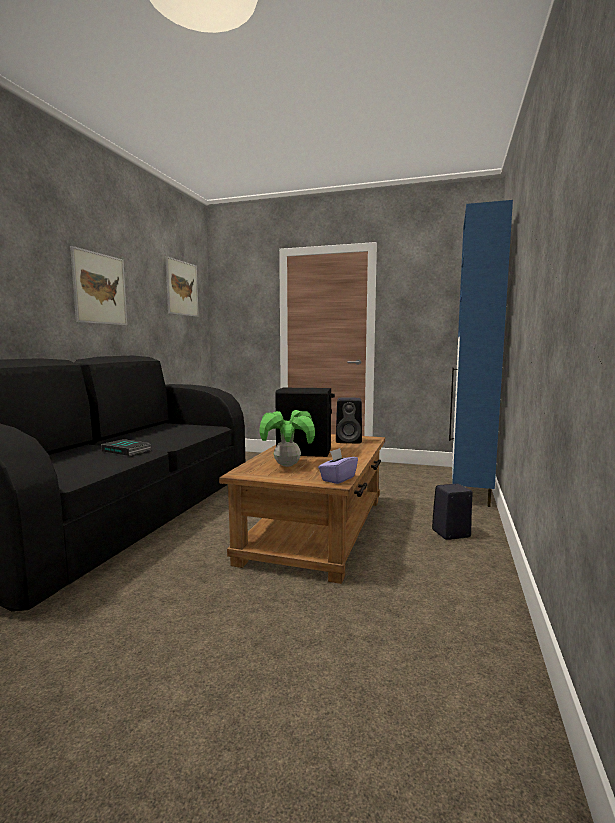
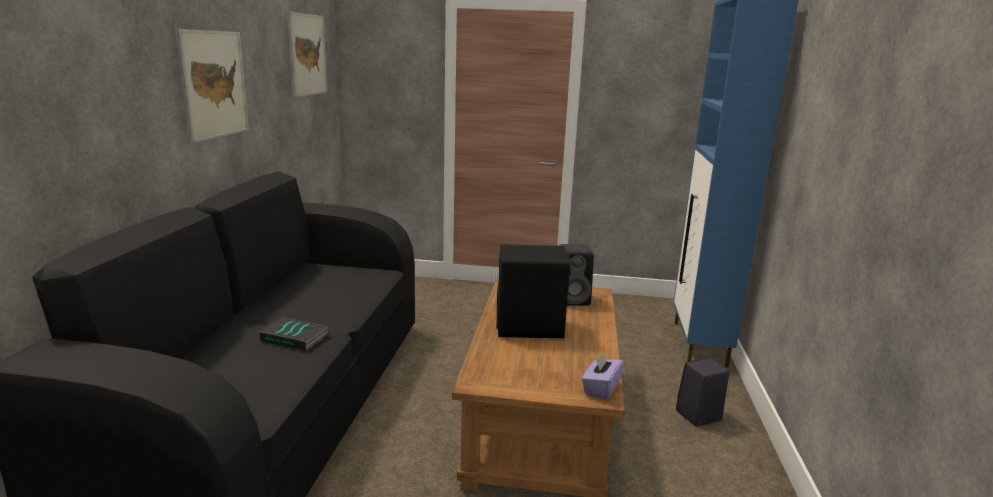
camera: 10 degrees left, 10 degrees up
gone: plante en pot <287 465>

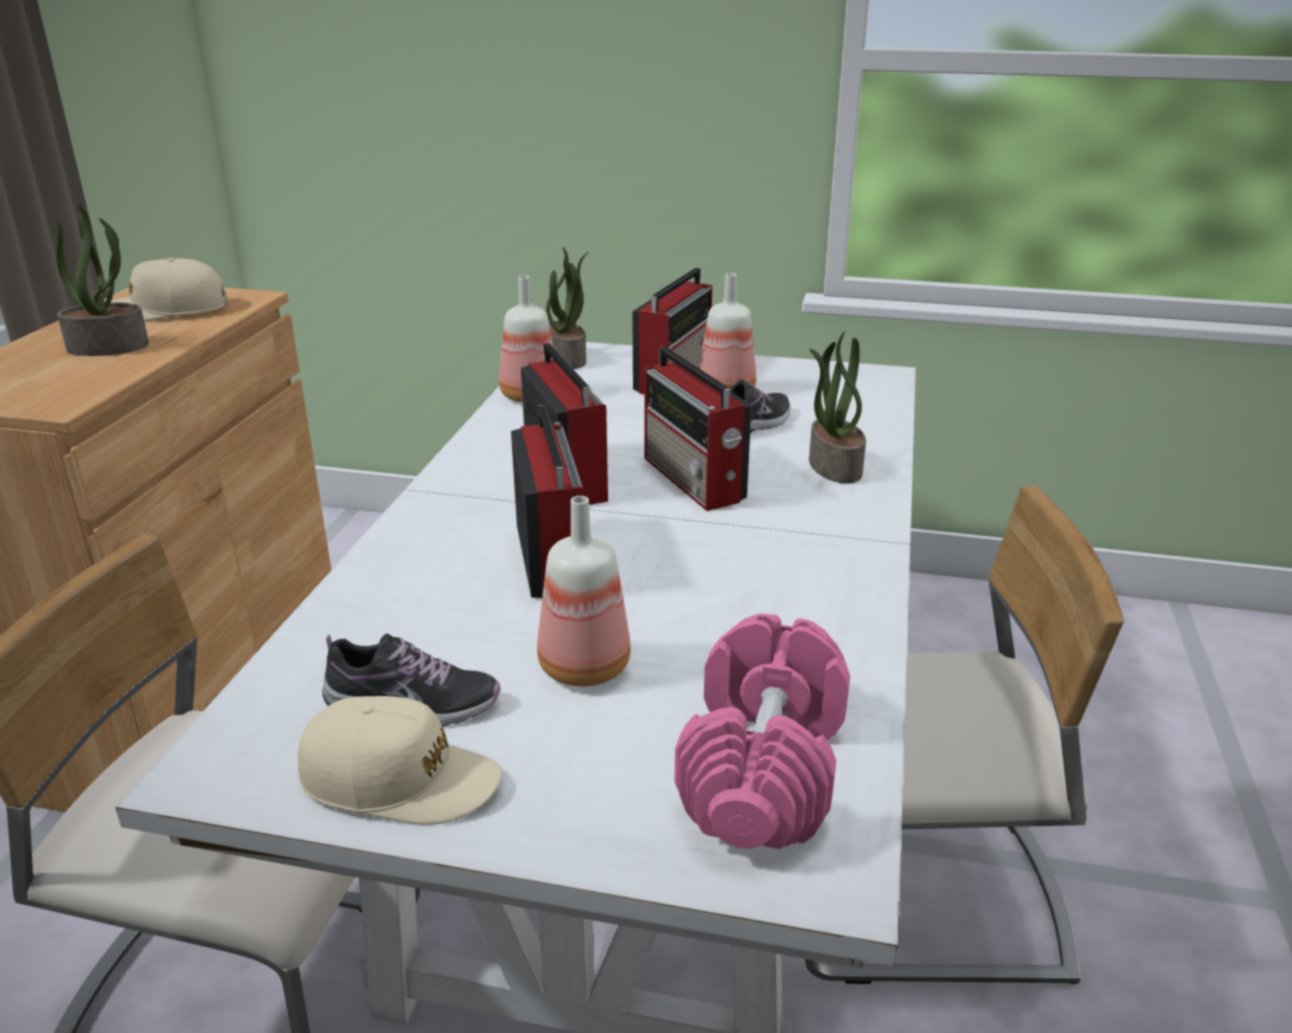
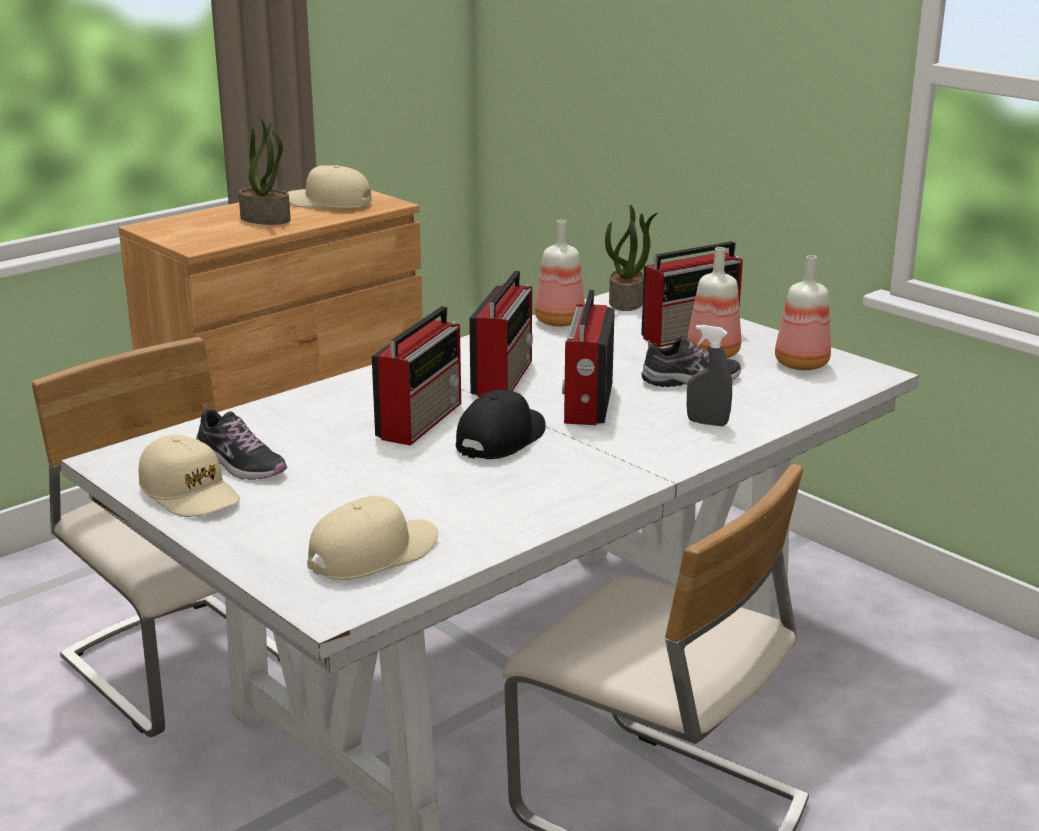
camera: 35 degrees right, 5 degrees down
new: casquette (noir) <501 438>
shifted: bouteille <585 669> to <801 365>
swapped: haltère (rose) <762 767> to casquette (beige) <373 554>; plante en pot <833 466> to vaporisateur (gris) <707 423>

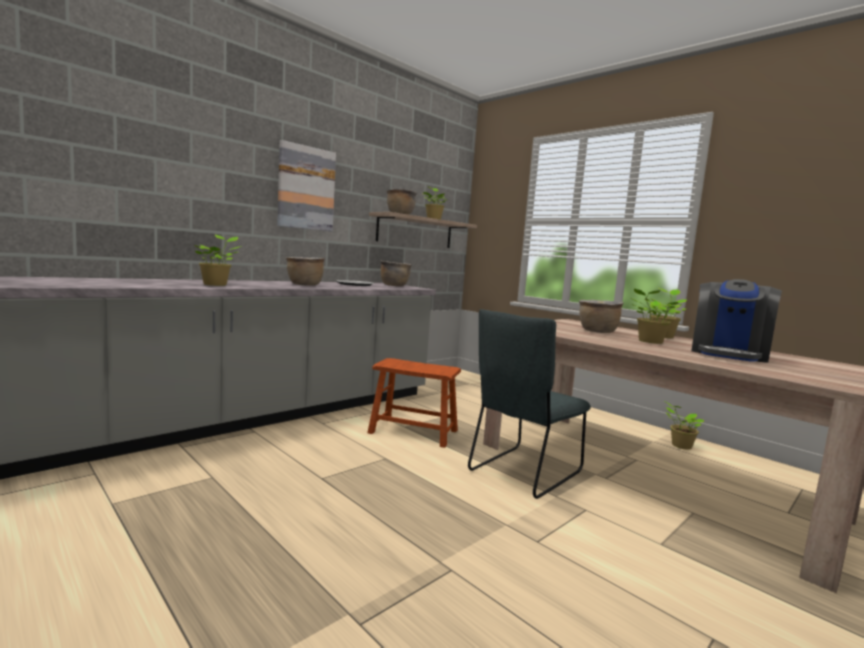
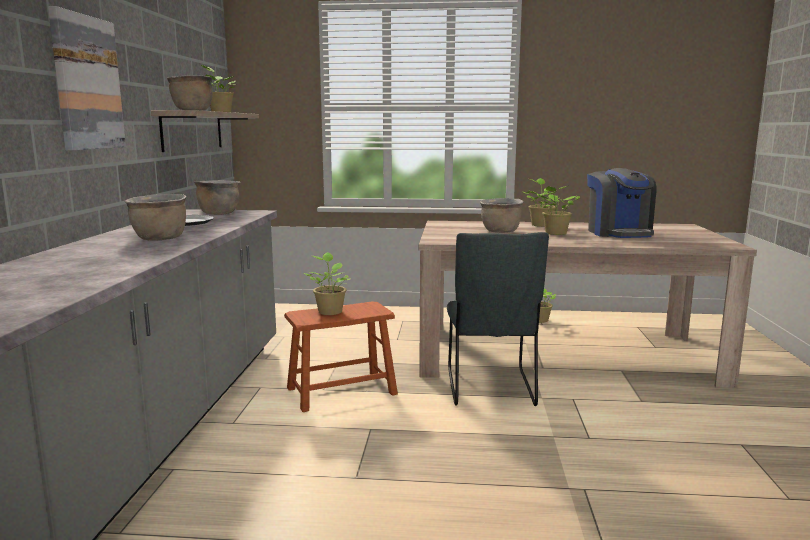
camera: 40 degrees left, 5 degrees up
shifted: plante en pot <216 284> to <330 311>

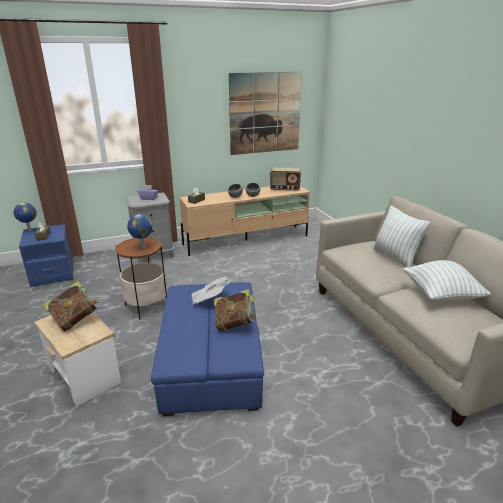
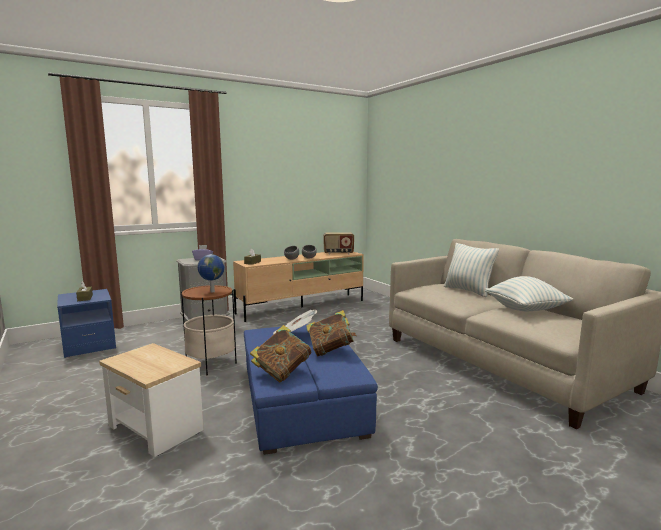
camera: 10 degrees left, 15 degrees down
gone: globe <29 230>; tableau <265 113>
shifted: livre <75 320> to <282 372>

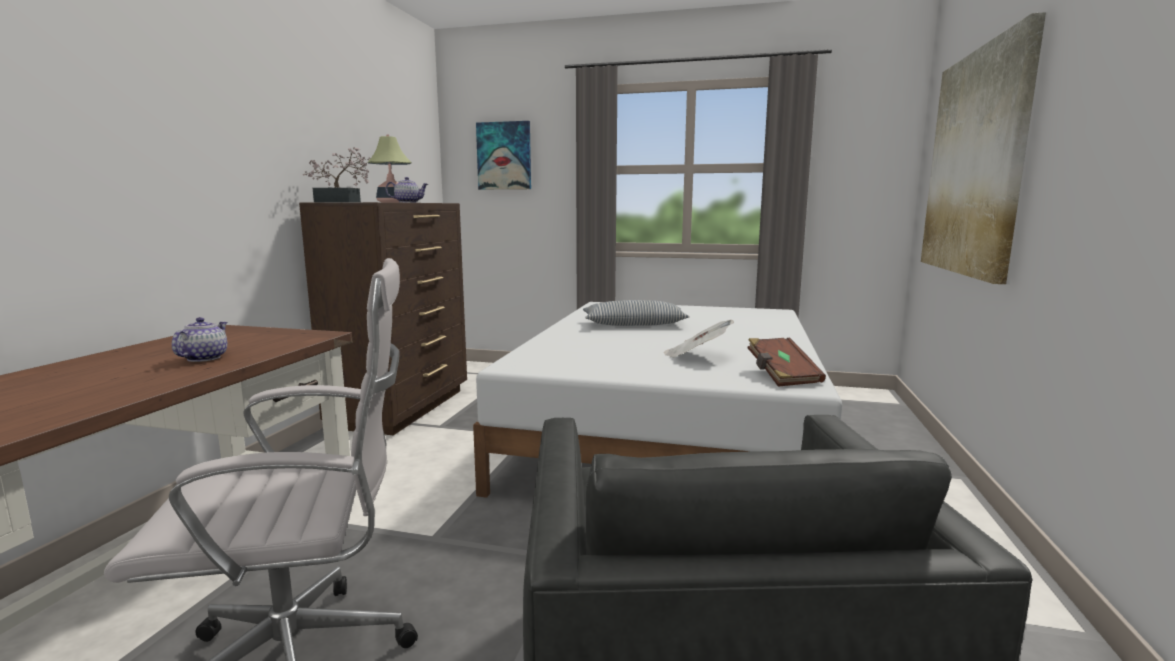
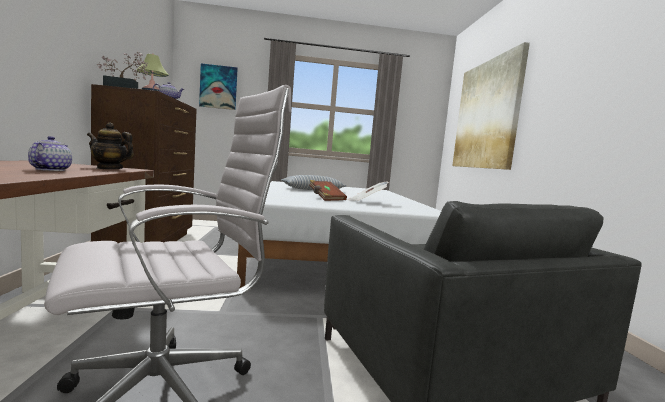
camera: 20 degrees left, 5 degrees down
new: théière <109 168>
shifted: livre (marron) <782 376> to <326 198>

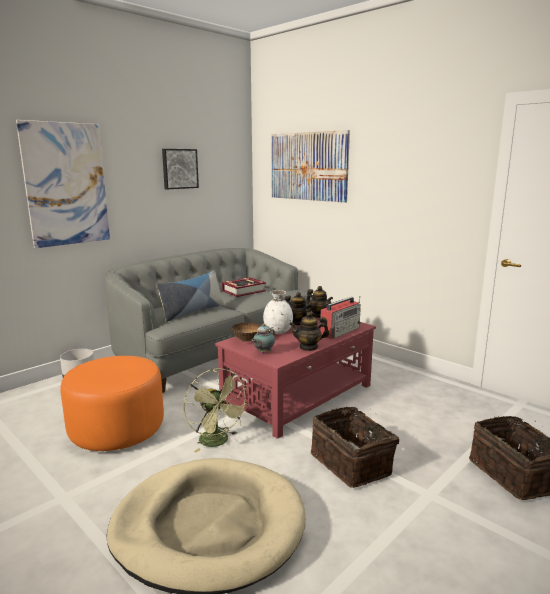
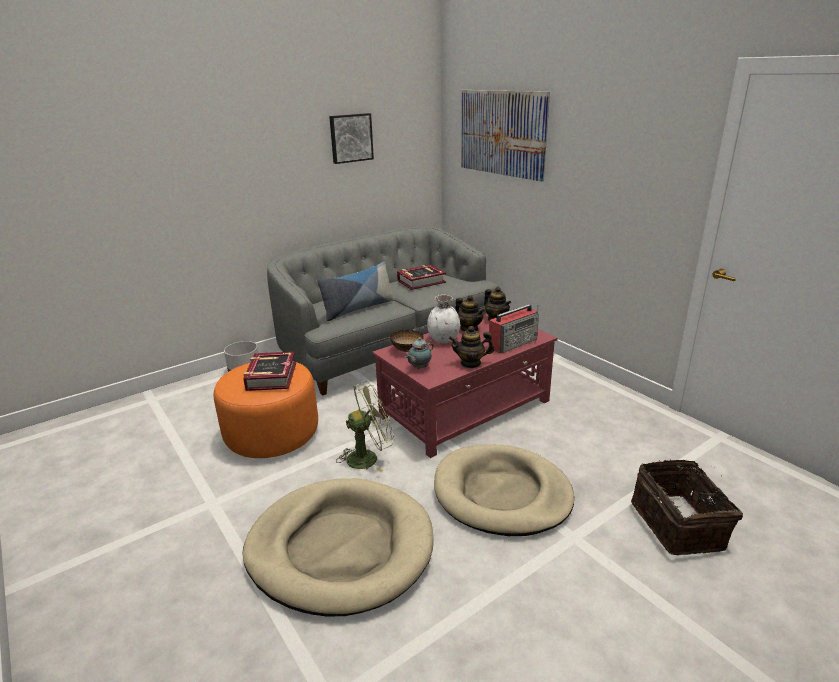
camera: 10 degrees right, 10 degrees up
gone: tableau <66 184>
new: livre <271 376>
swapped: panier <352 463> to panier pour chien (beige) <501 494>
rotated: ventilateur (vert) <218 442> = <368 457> 90 degrees counterclockwise

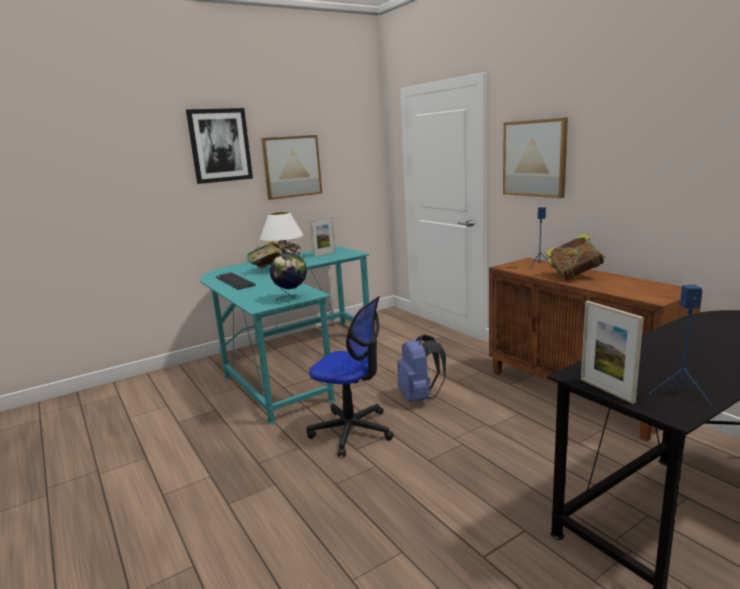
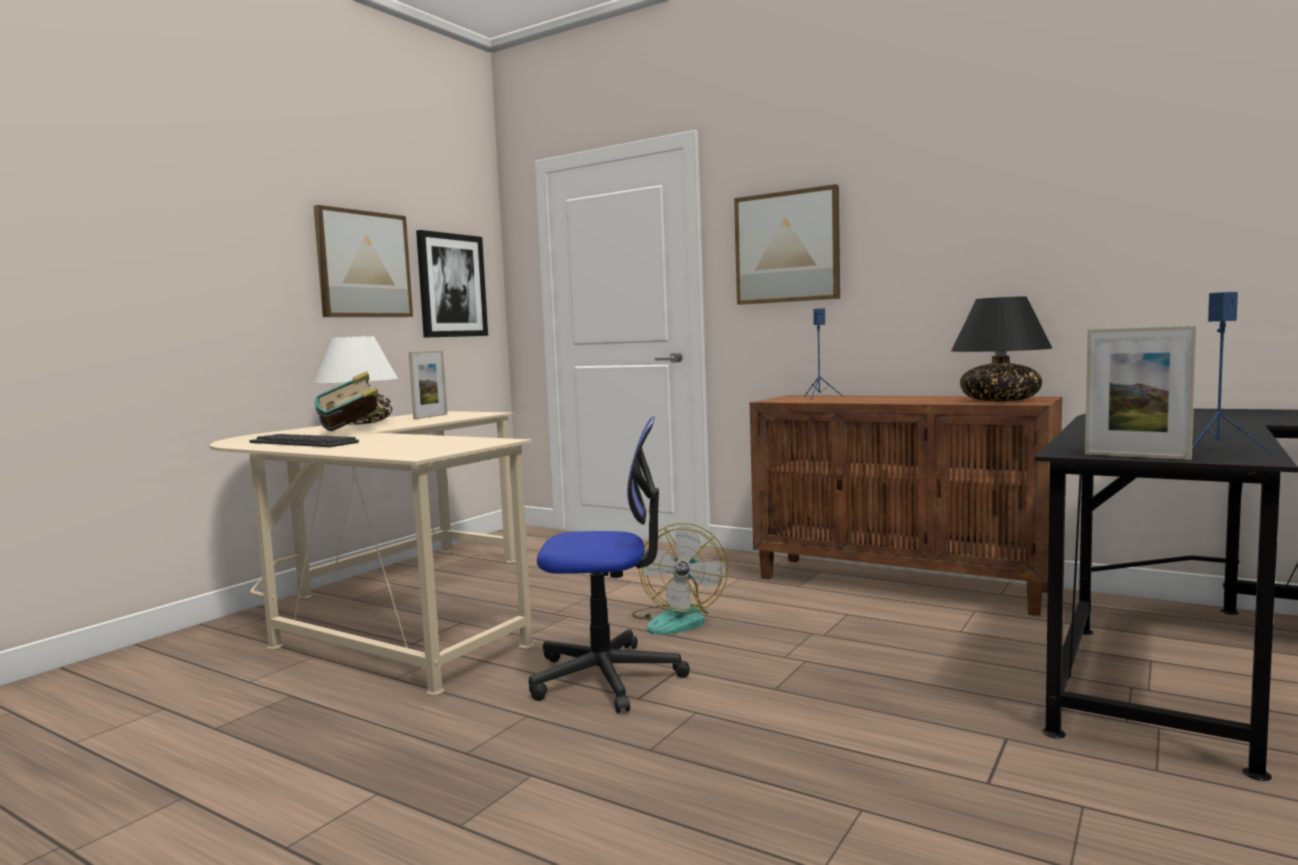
camera: 25 degrees left, 10 degrees down
gone: globe <291 298>; livre <574 276>
new: lampe de table (noir) <1000 400>
shifted: tableau <220 145> to <451 285>
swapped: sac à dos (bleu) <420 397> to ventilateur <678 619>
repainted: bureau (turquoise) <289 362> to bureau (beige) <390 610>

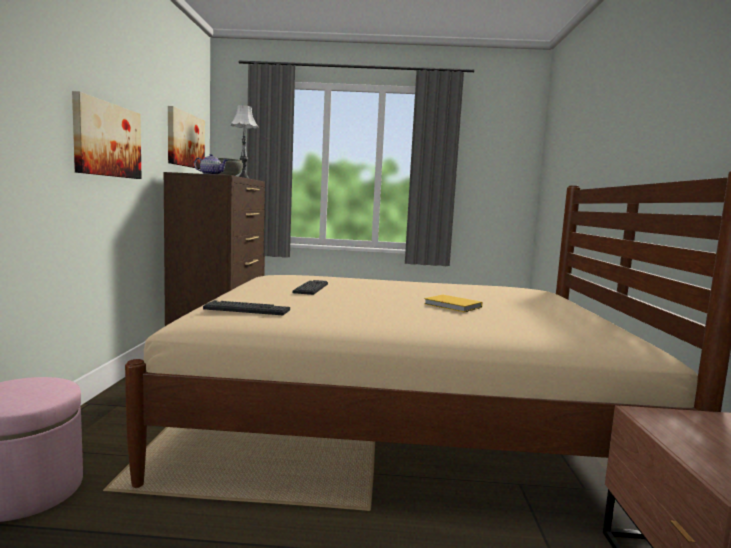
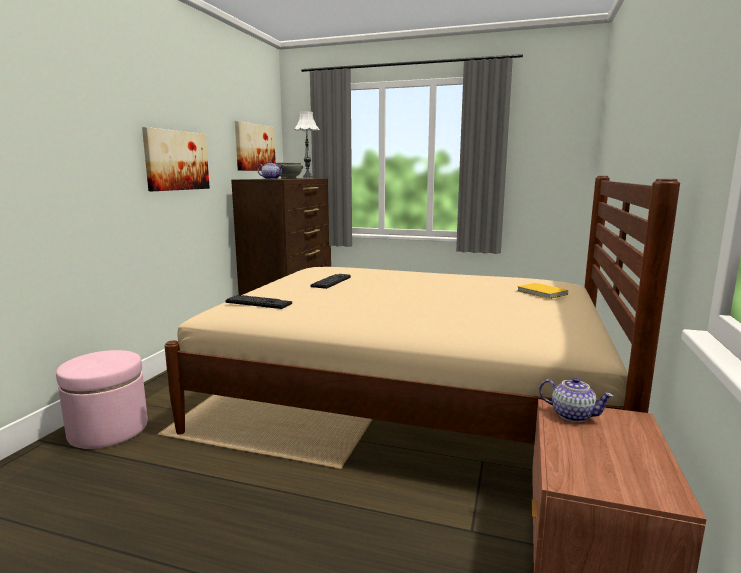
camera: 15 degrees right, 5 degrees up
new: théière <572 415>
shifted: livre (jaune) <453 306> to <542 293>

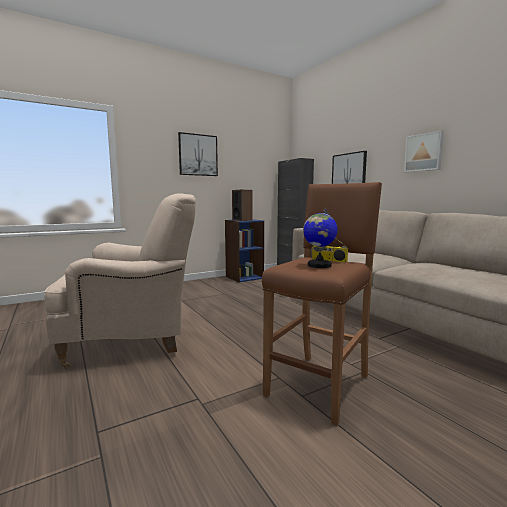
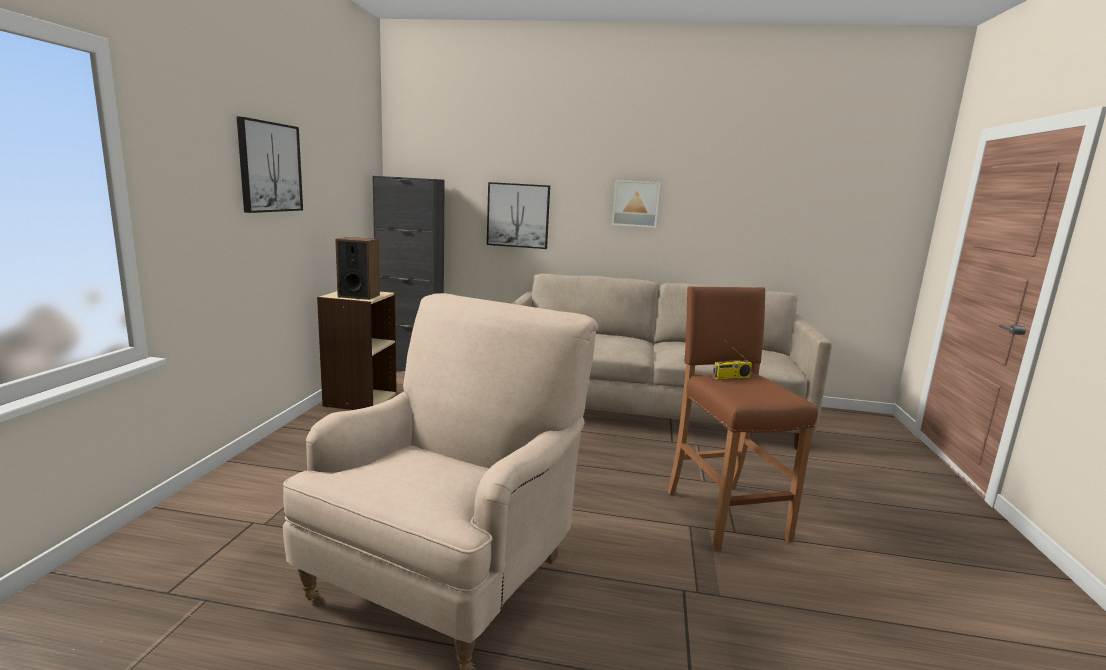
camera: 50 degrees left, 5 degrees up
gone: globe <319 265>
repainted: bibliothèque (bleu) <244 277> to bibliothèque (beige) <360 399>

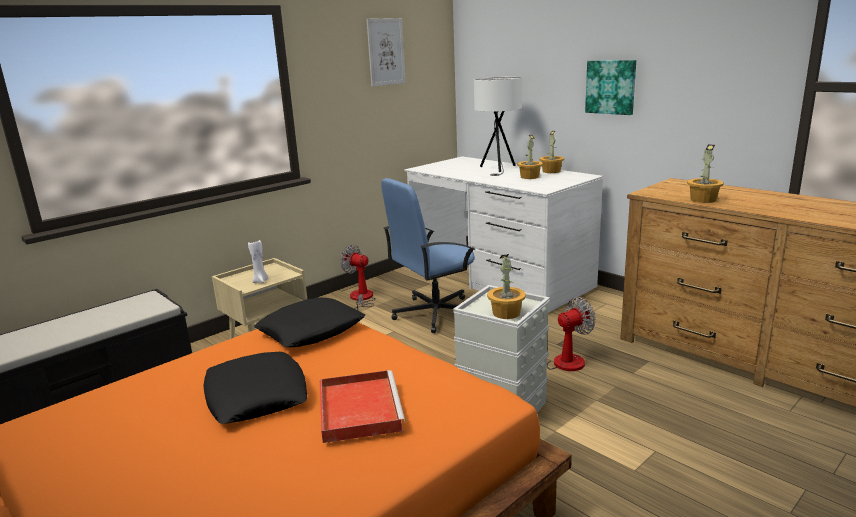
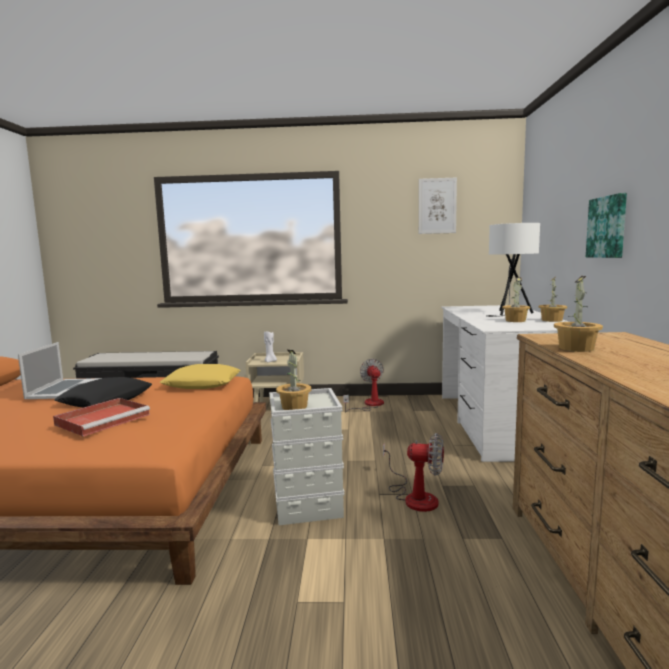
camera: 45 degrees right, 10 degrees down
gone: chaise de bureau (bleu) <434 313>
new: ordinateur portable <65 389>
repainted: coussin (noir) <311 331> to coussin (jaune) <202 384>

